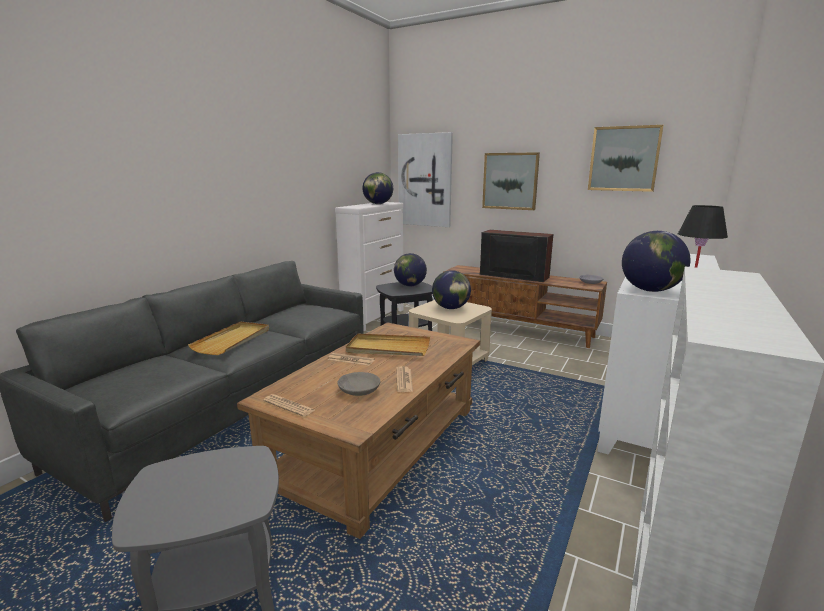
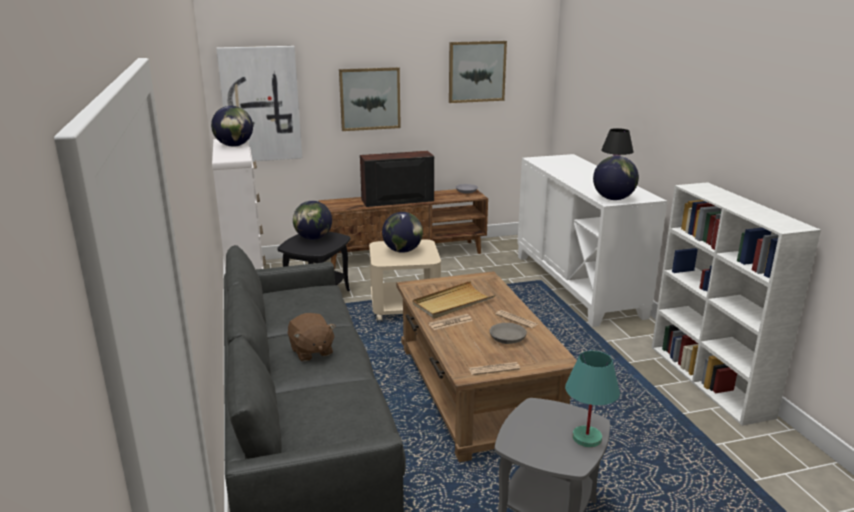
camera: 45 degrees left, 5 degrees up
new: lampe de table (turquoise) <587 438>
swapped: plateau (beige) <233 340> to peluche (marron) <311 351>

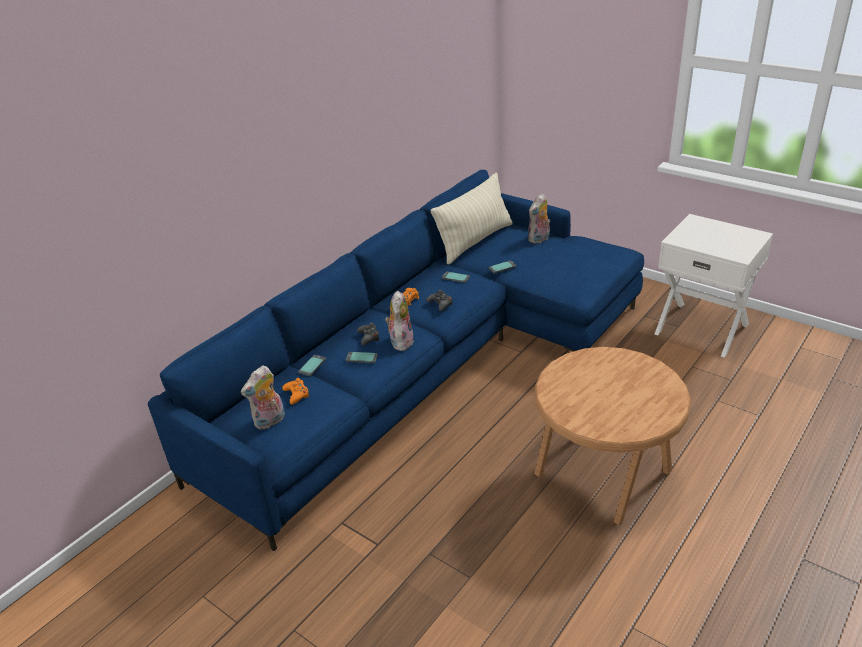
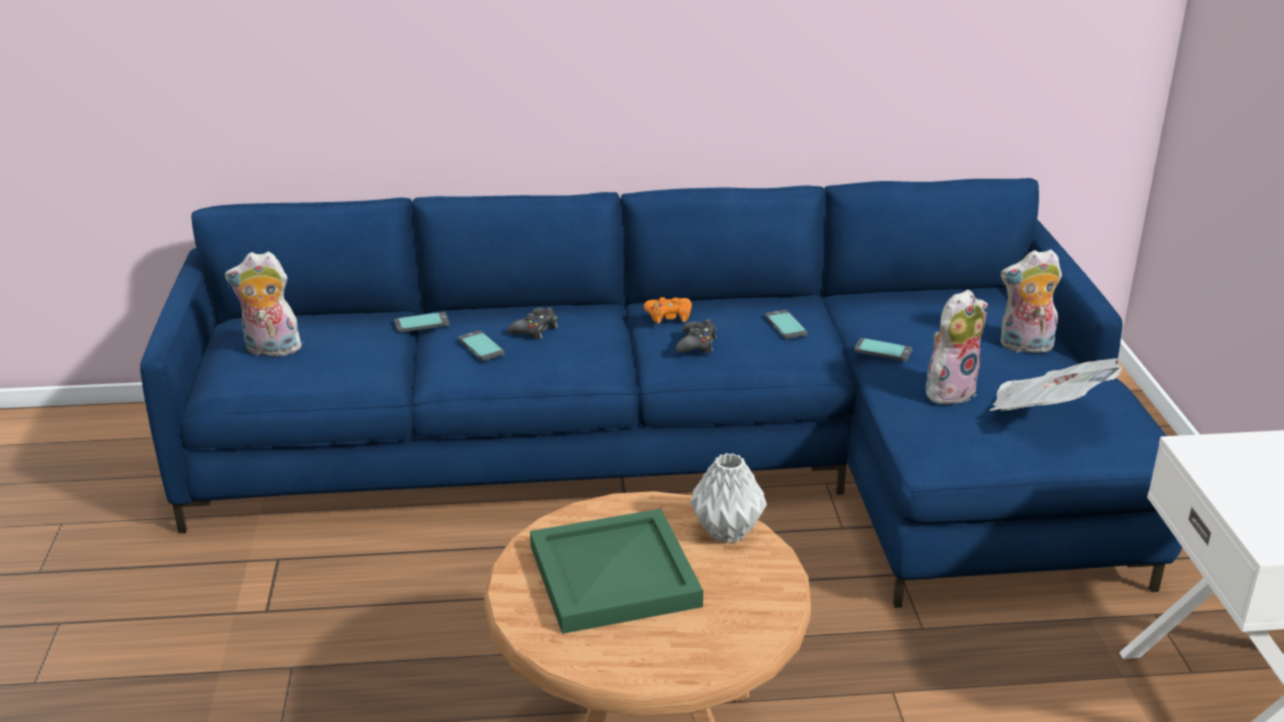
camera: 45 degrees right, 5 degrees down
gone: manette (orange) <297 394>; coussin (beige) <475 241>
new: plateau (vert) <611 575>; vase (gris) <727 531>; journal <1046 413>
shifted: peluche <400 341> to <949 390>

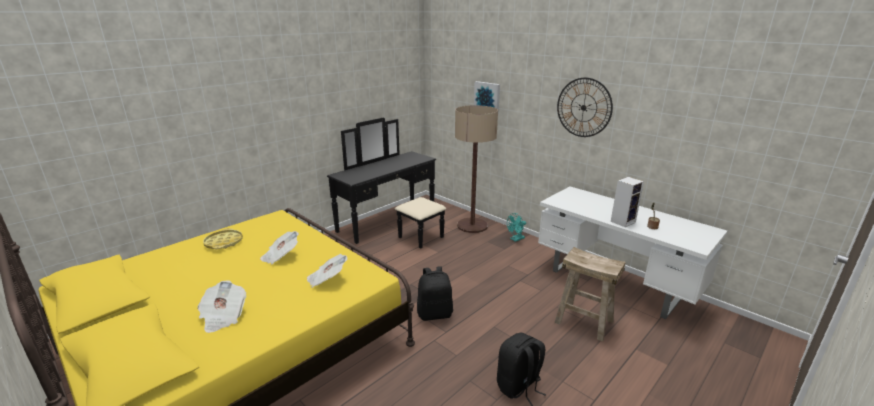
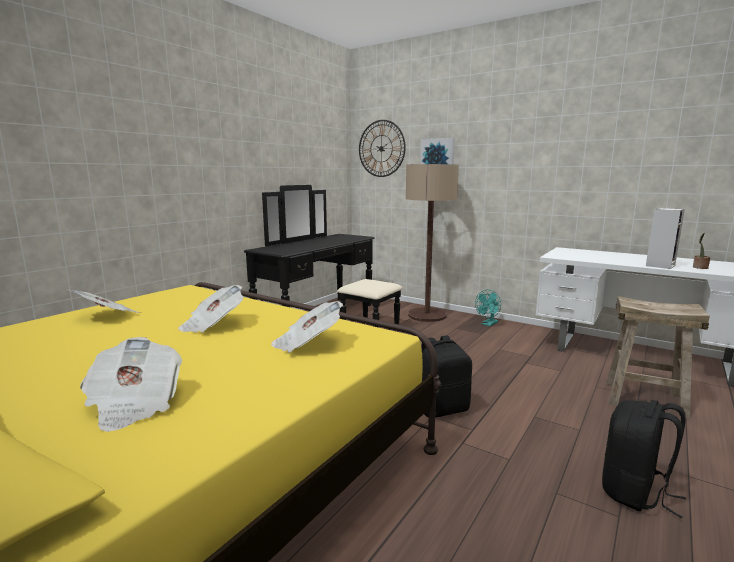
camera: 10 degrees left, 10 degrees down
shifted: horloge murale <583 107> to <381 148>
swapped: plateau (jaune) <224 242> to journal <108 317>

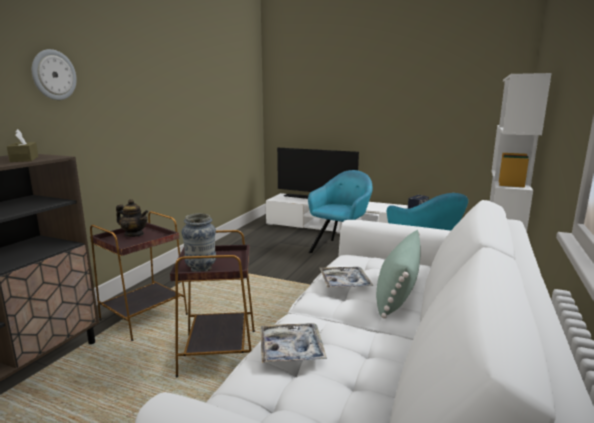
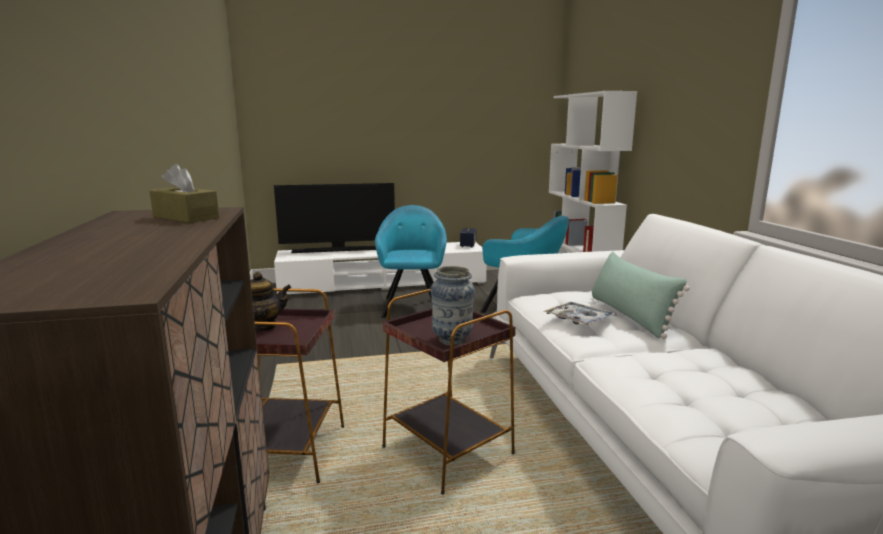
camera: 35 degrees left, 0 degrees up
gone: horloge murale <53 75>; plateau <291 349>

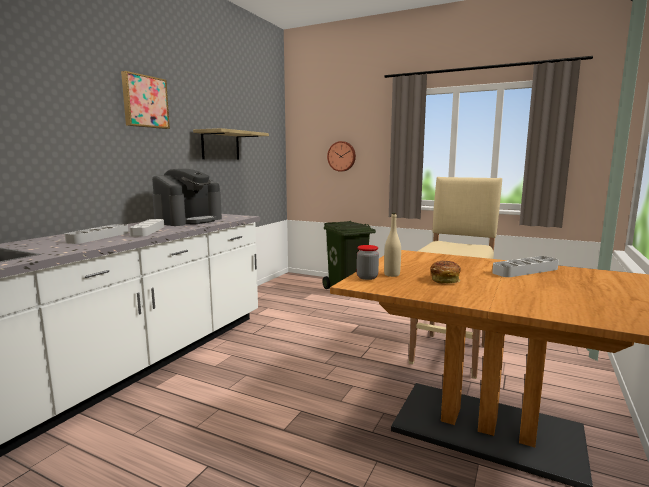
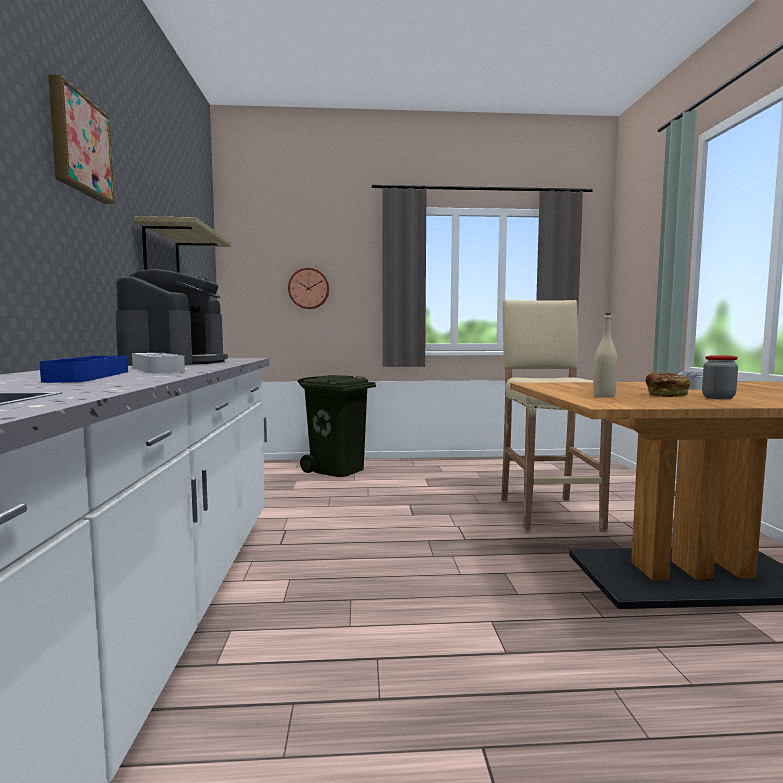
camera: 30 degrees left, 5 degrees down
shifted: bocal <367 277> to <718 398>
repainted: plateau (gris) <99 237> to plateau (bleu) <89 376>

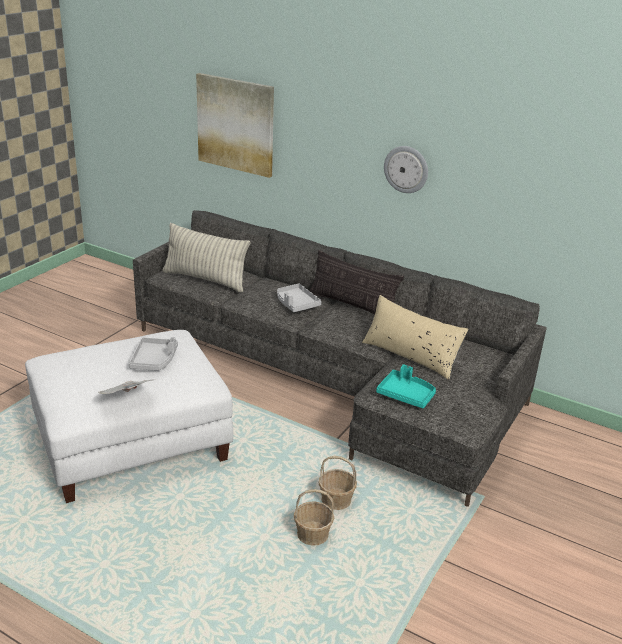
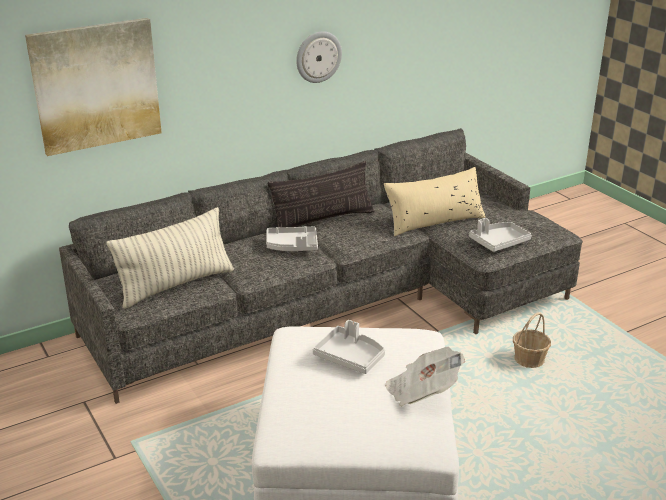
camera: 60 degrees left, 0 degrees up
gone: panier <312 534>
repainted: plateau (turquoise) <406 395> to plateau (gris) <498 242>

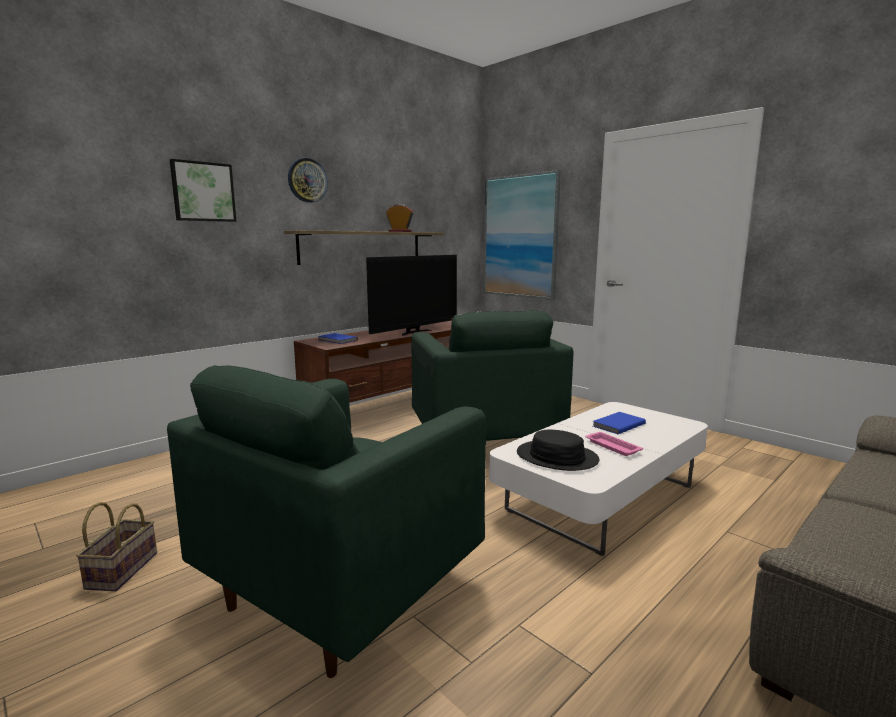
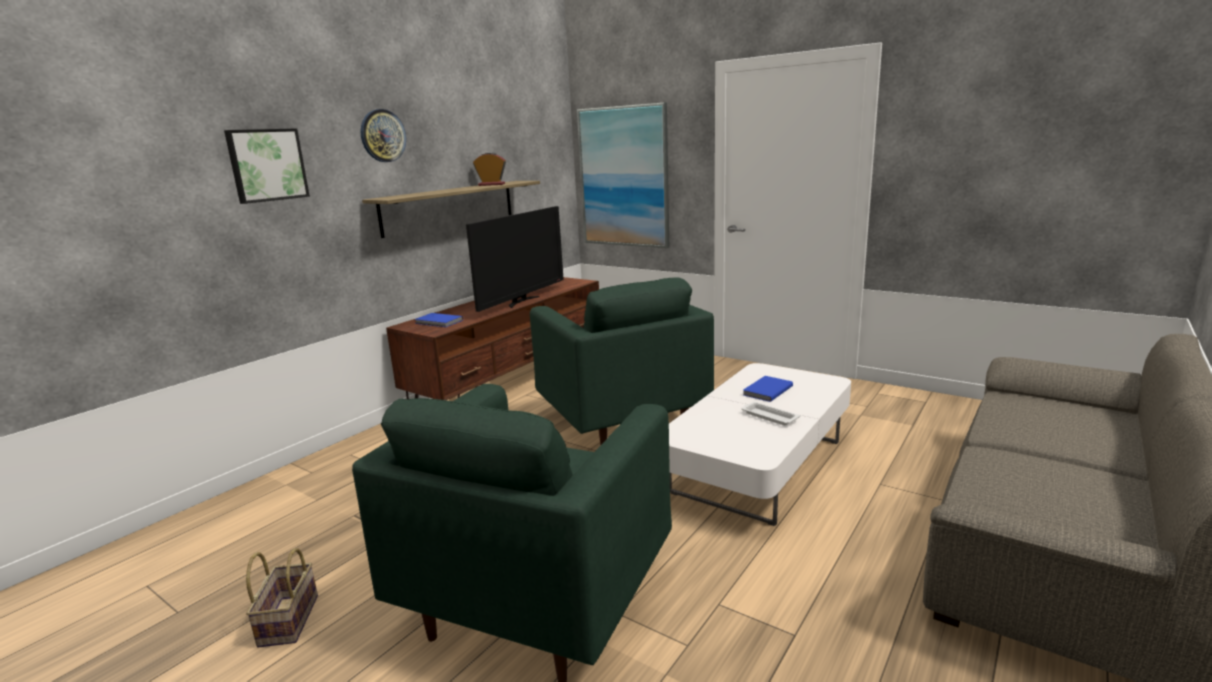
camera: 10 degrees left, 5 degrees up
gone: chapeau (noir) <556 457>
repainted: plateau (rose) <611 446> to plateau (blanc) <768 416>

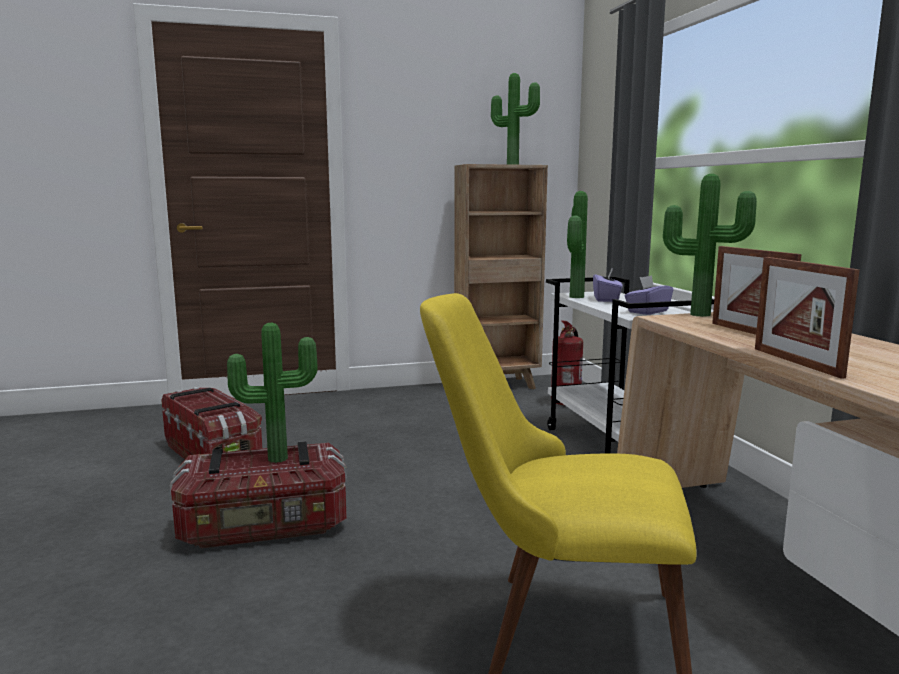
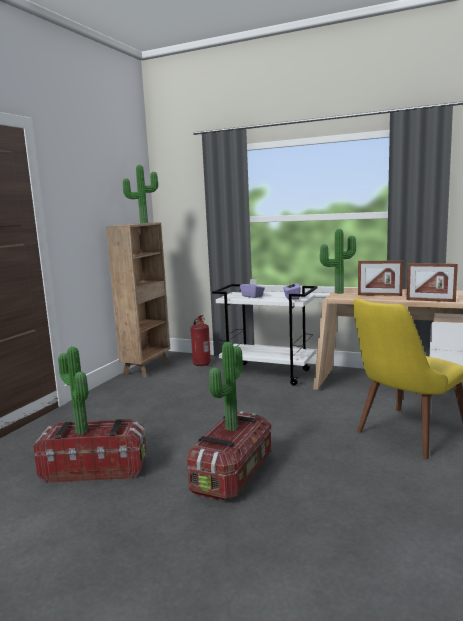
camera: 50 degrees left, 0 degrees up
shifted: plante en pot <573 297> to <79 432>

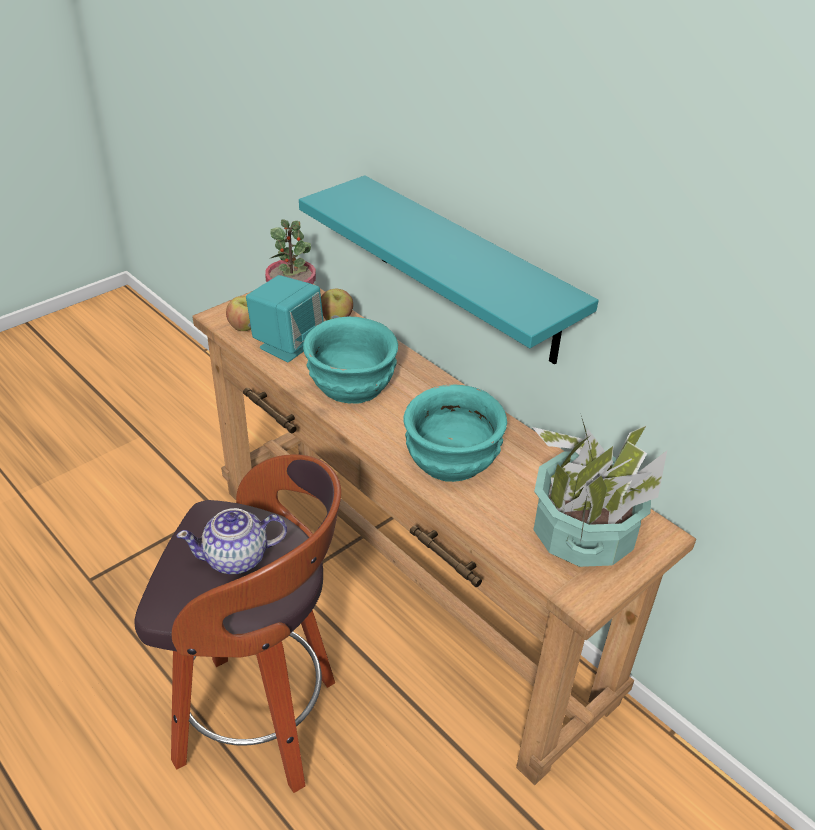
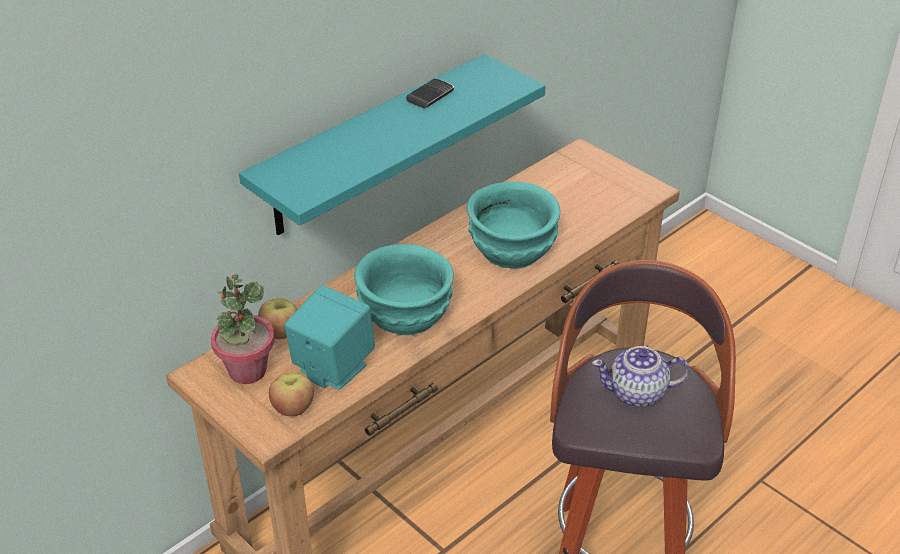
camera: 90 degrees left, 0 degrees up
gone: plante en pot <583 534>
new: téléphone <430 96>
rotated: théière <237 558> = <638 393> 105 degrees clockwise

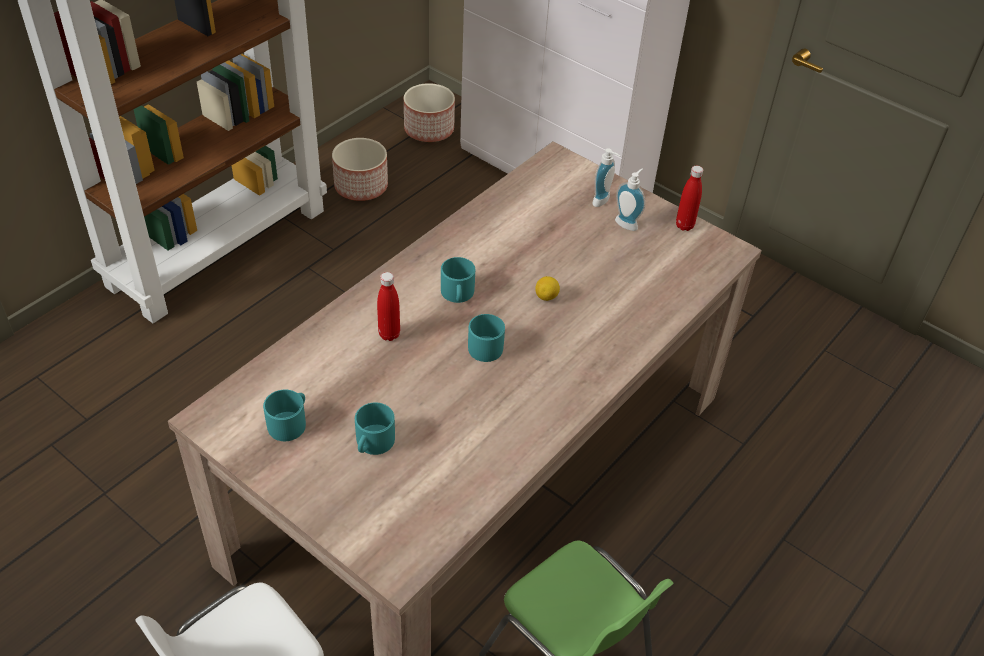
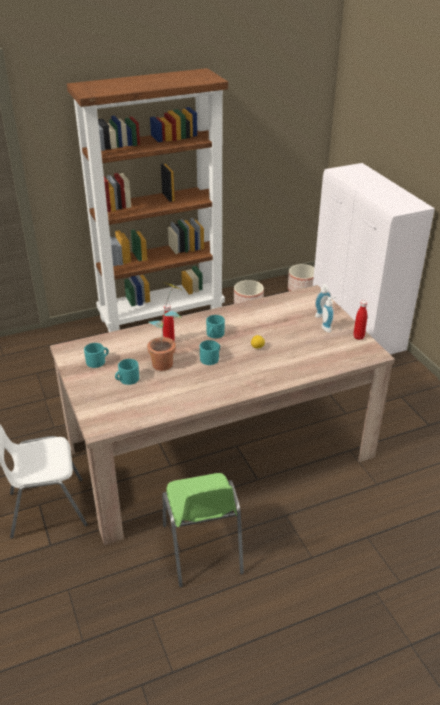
camera: 30 degrees right, 10 degrees down
new: plante en pot <167 361>

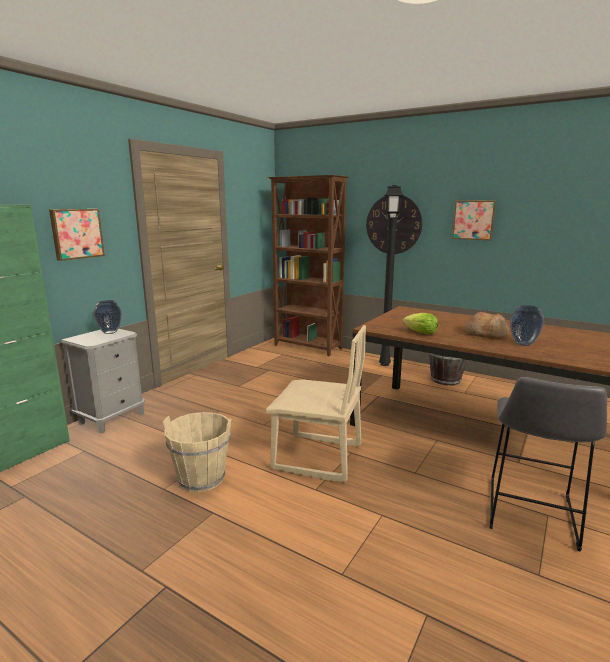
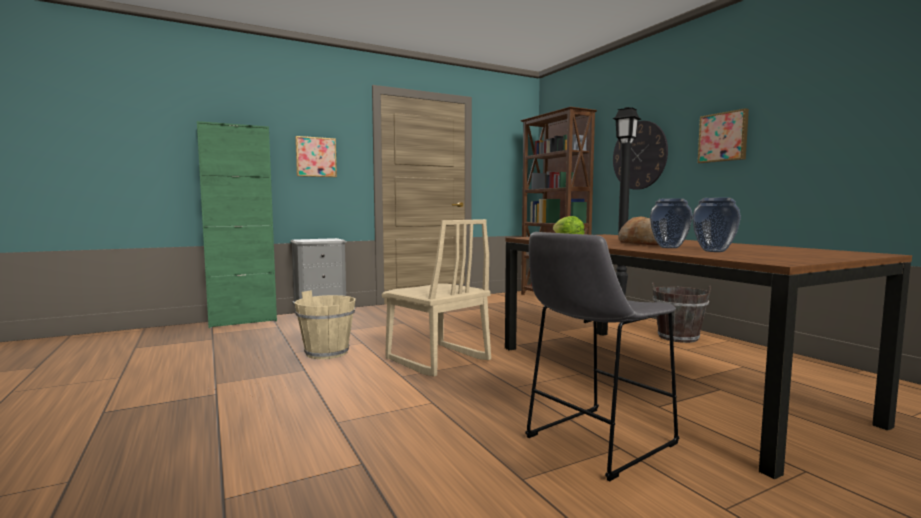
camera: 30 degrees right, 10 degrees down
shifted: vase <110 332> to <714 251>

